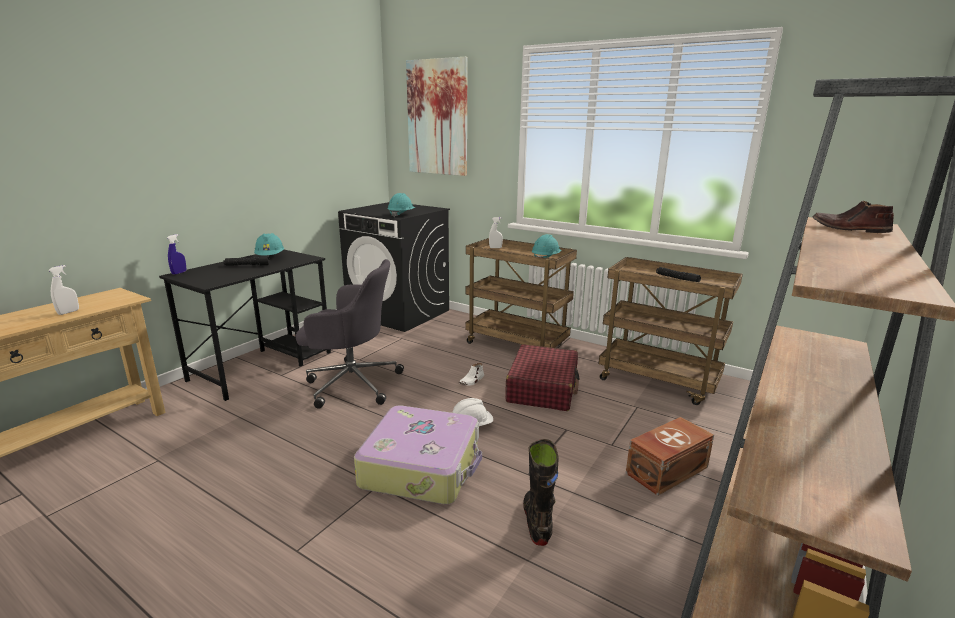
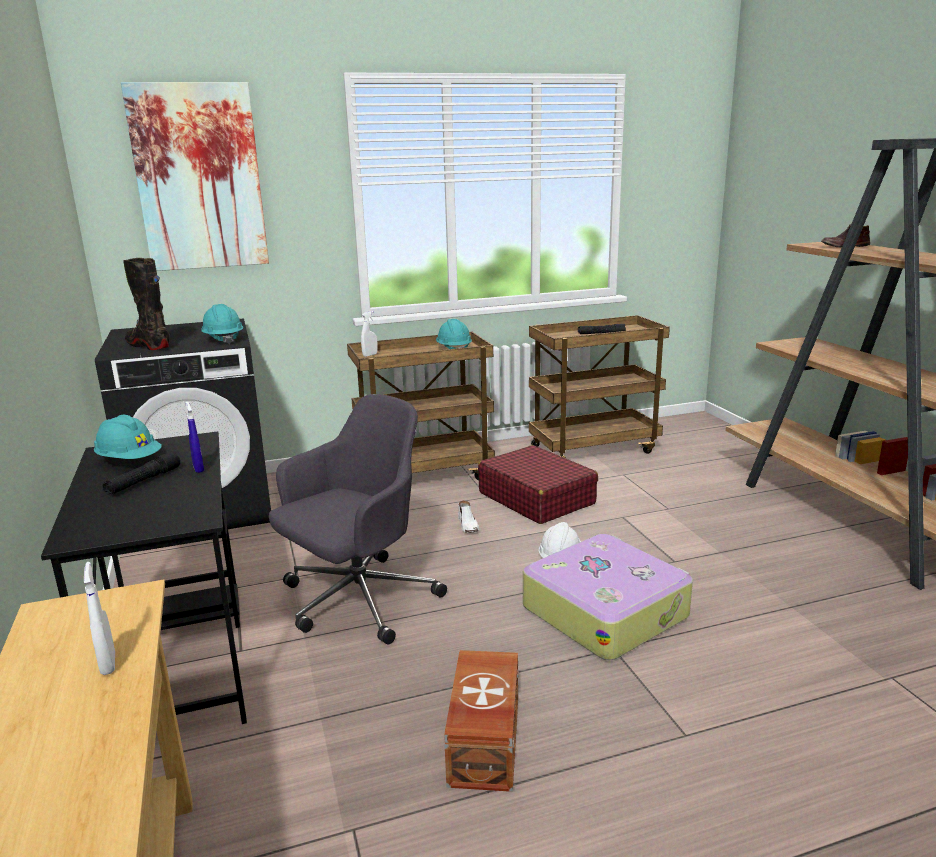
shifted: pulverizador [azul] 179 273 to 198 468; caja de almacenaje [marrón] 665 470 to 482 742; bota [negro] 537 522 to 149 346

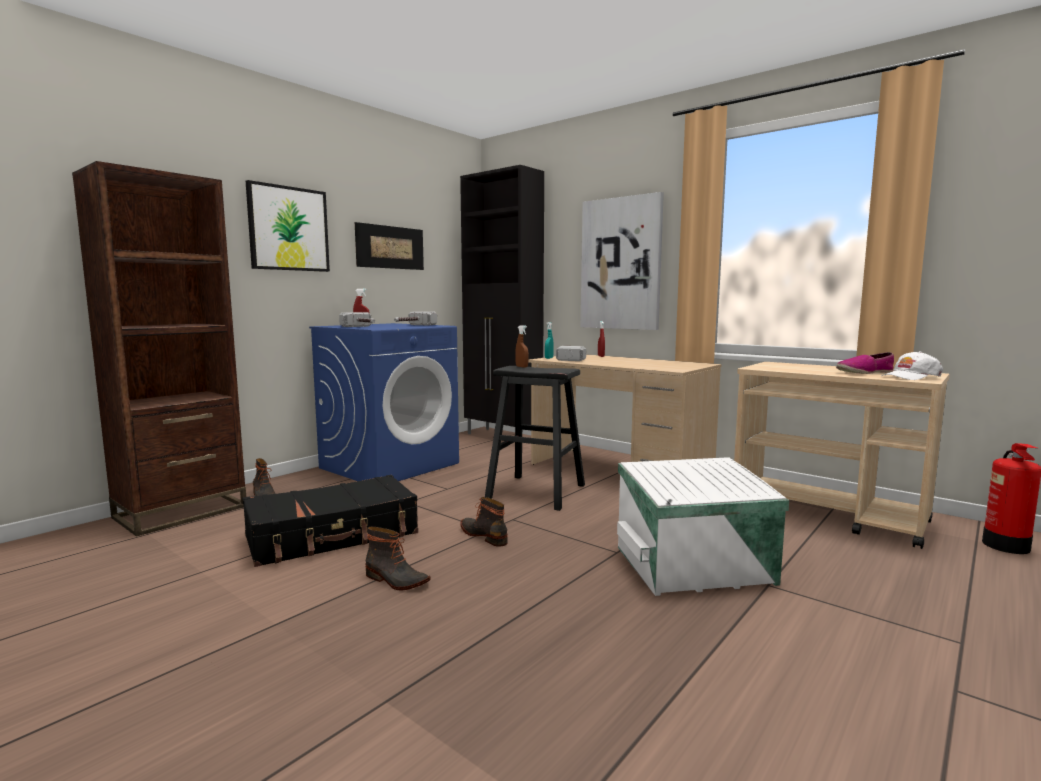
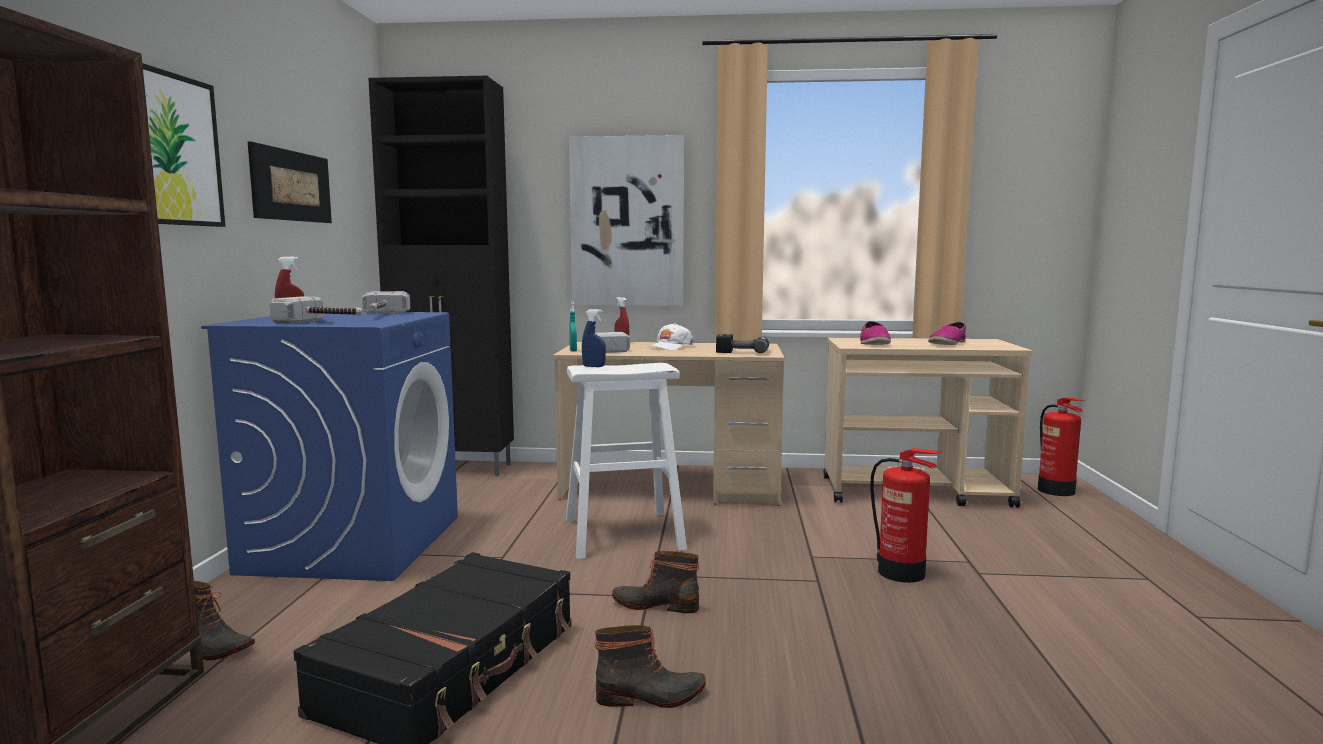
new: zapato 873 343; taladro 743 351
shifted: gorra [blanco] 910 377 to 670 347
swapped: caja de almacenaje [blanco] 695 566 to extintor 902 573
repainted: pulverizador [marrón] 521 367 to pulverizador [azul] 593 366; taburete [negro] 536 492 to taburete [blanco] 622 534

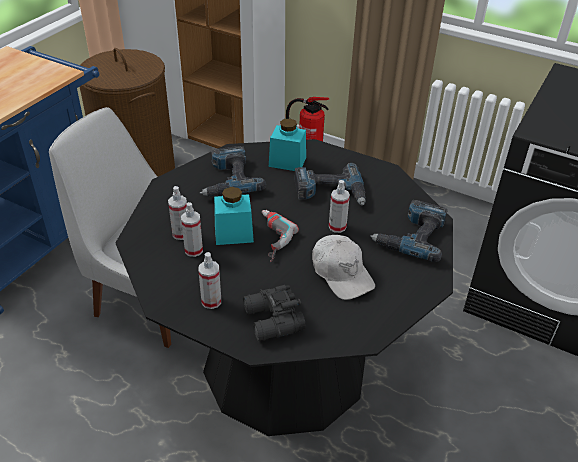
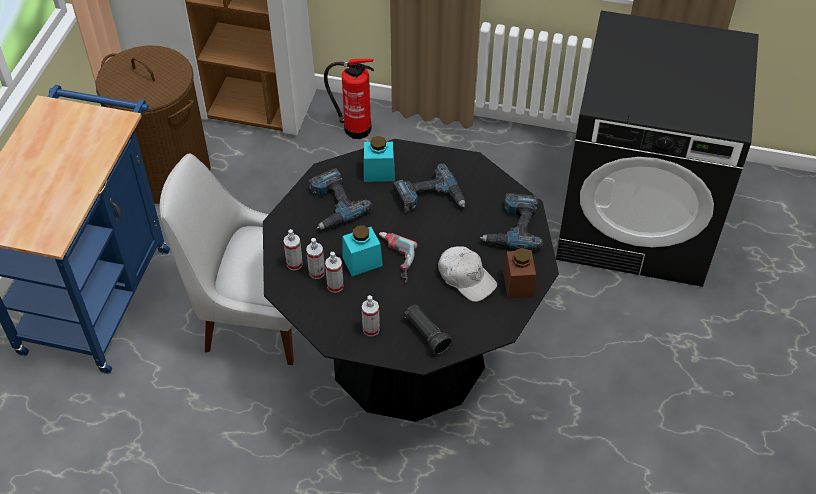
new: tarro [marrón] 518 284
shifted: pulverizador 337 227 to 294 264
swapped: prismáticos [negro] 272 321 to linterna [negro] 426 334

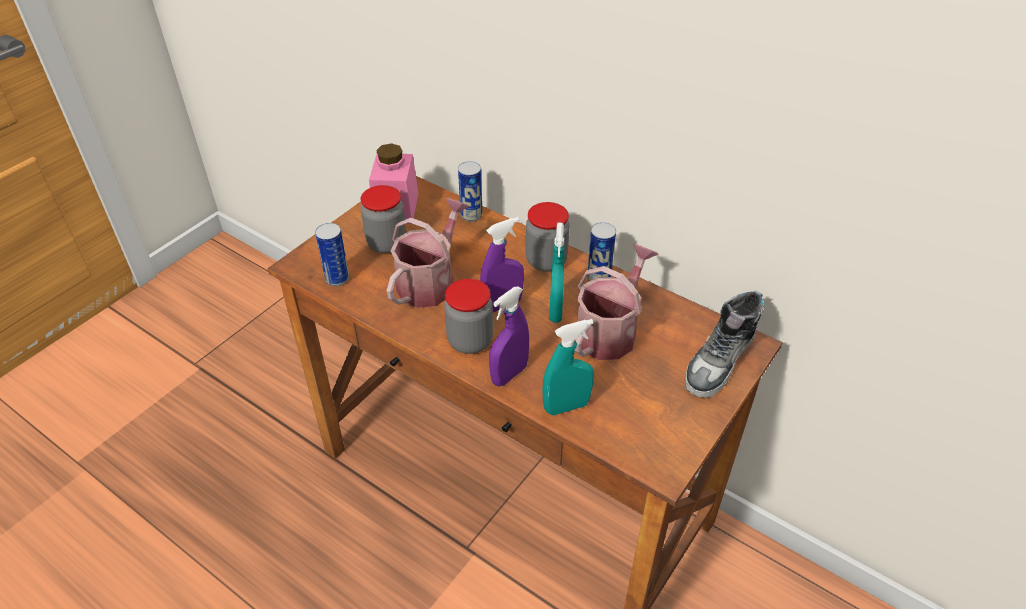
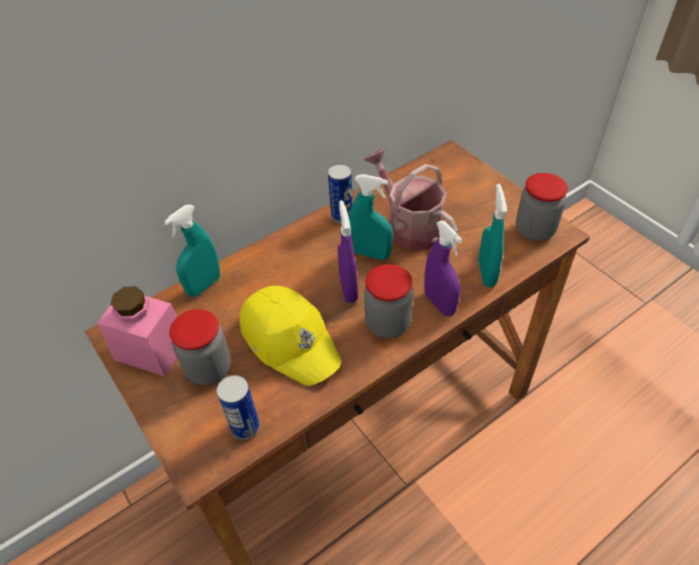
gone: zapato 720 361
shifted: tarro 546 261 to 534 230
swapped: lata 471 215 to pulverizador [turquesa] 204 285; regadera 430 281 to gorra [amarillo] 290 340

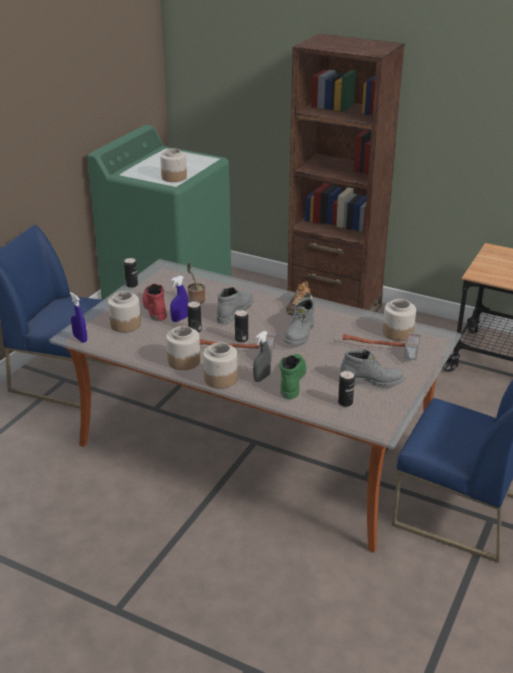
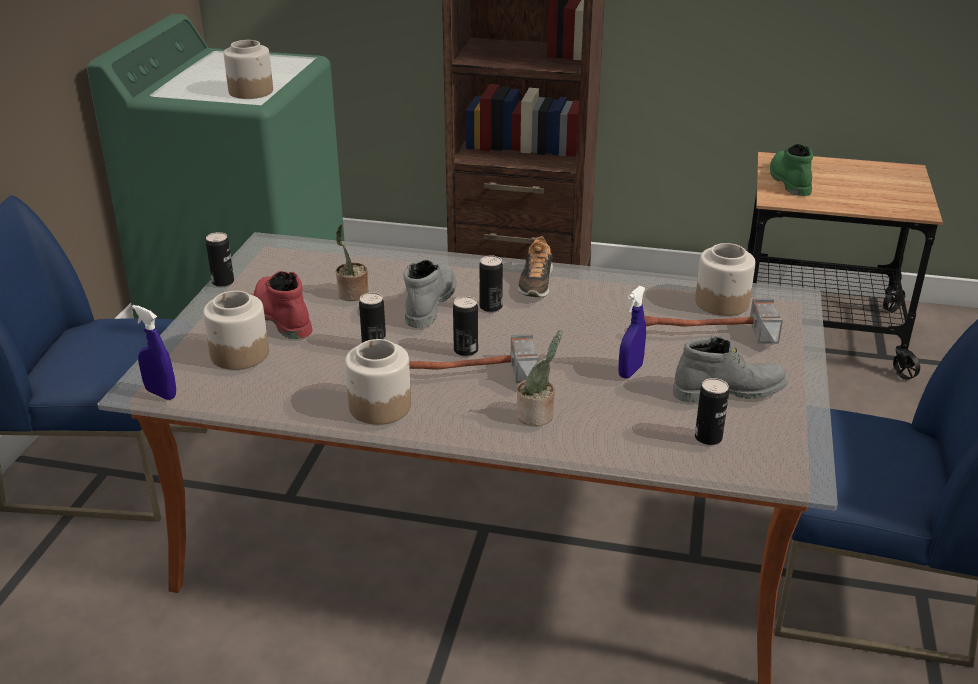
gone: bota [gris] 300 334; tarro 220 379
new: lata 490 307
shifted: pulverizador [azul] 180 319 to 630 371; bota [verde] 291 380 to 788 180
swapped: pulverizador [gris] 261 378 to planta en maceta 537 416

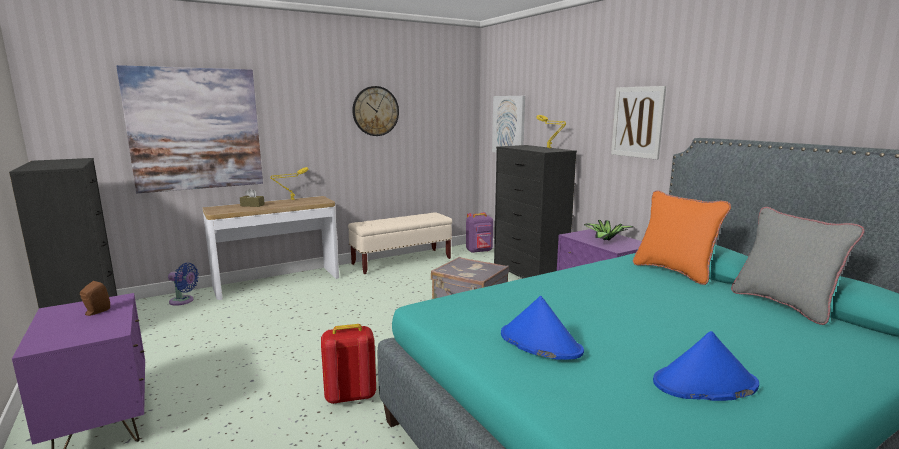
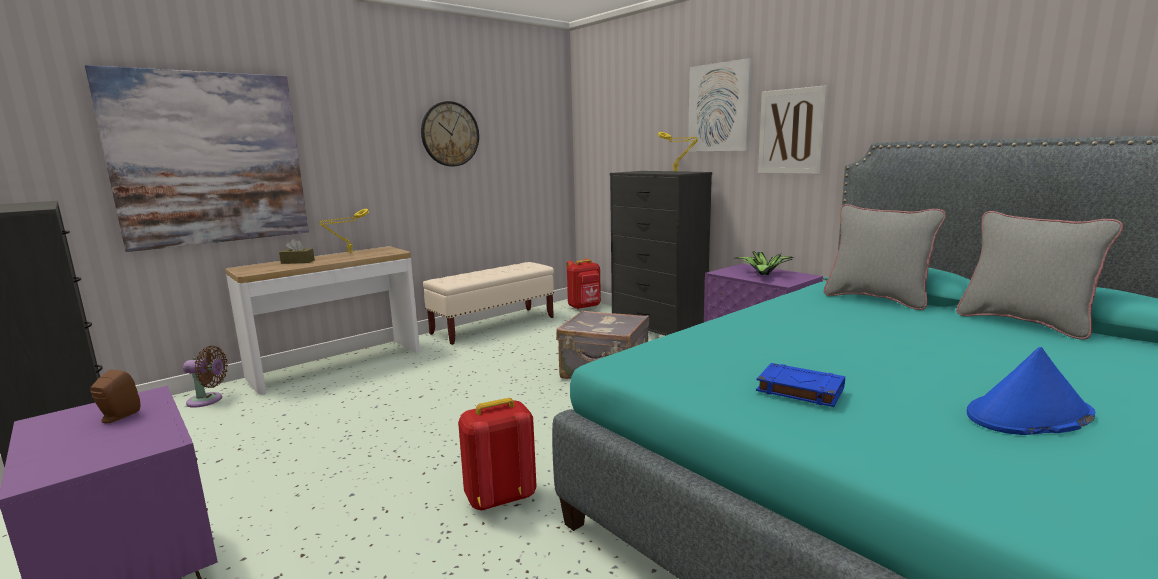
shifted: cuadro 509 125 to 719 107
swapped: sombrero [azul] 539 343 to libro [azul] 799 389
repainted: cojín [naranja] 674 271 to cojín [gris] 876 299; mochila [morado] 479 251 to mochila [rojo] 584 307; ventilador [azul] 183 301 to ventilador [marrón] 208 400

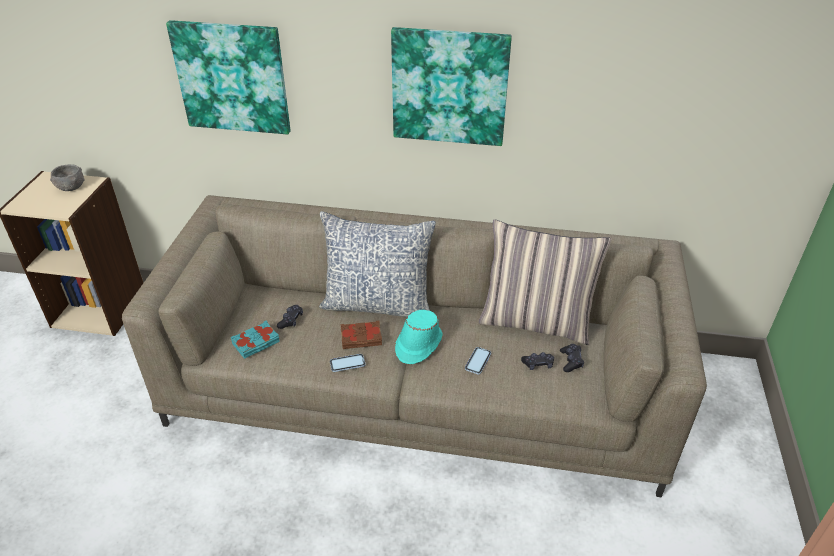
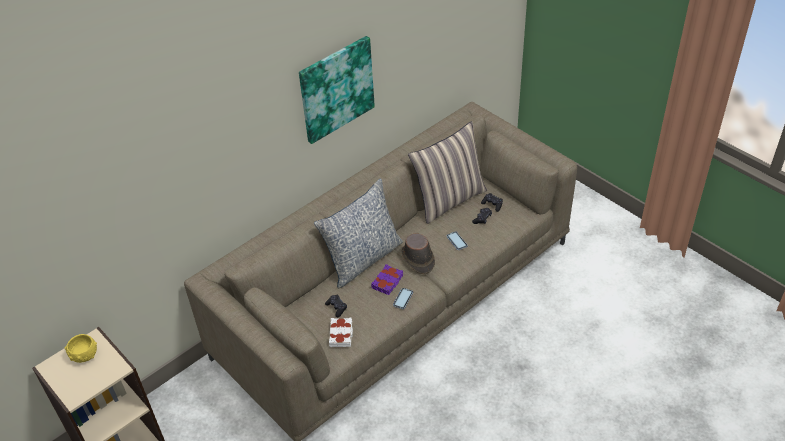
gone: cuadro 232 77
repainted: cuenco [gris] 70 187 to cuenco [amarillo] 84 355; sombrero [turquesa] 418 344 to sombrero [marrón] 418 259; libro [turquesa] 256 343 to libro [blanco] 341 334; libro [marrón] 361 338 to libro [morado] 388 282

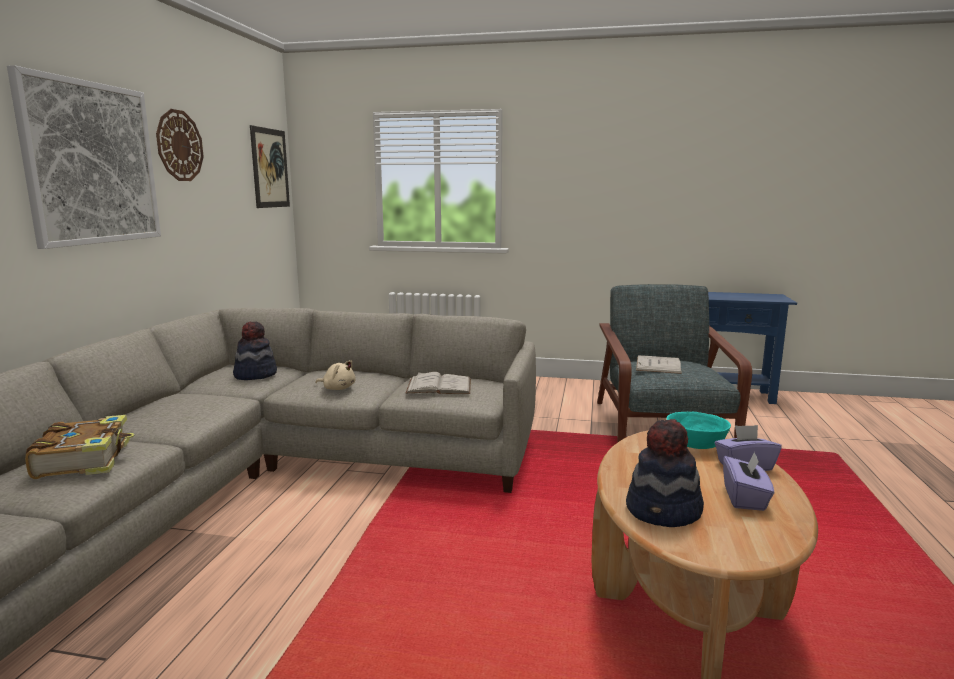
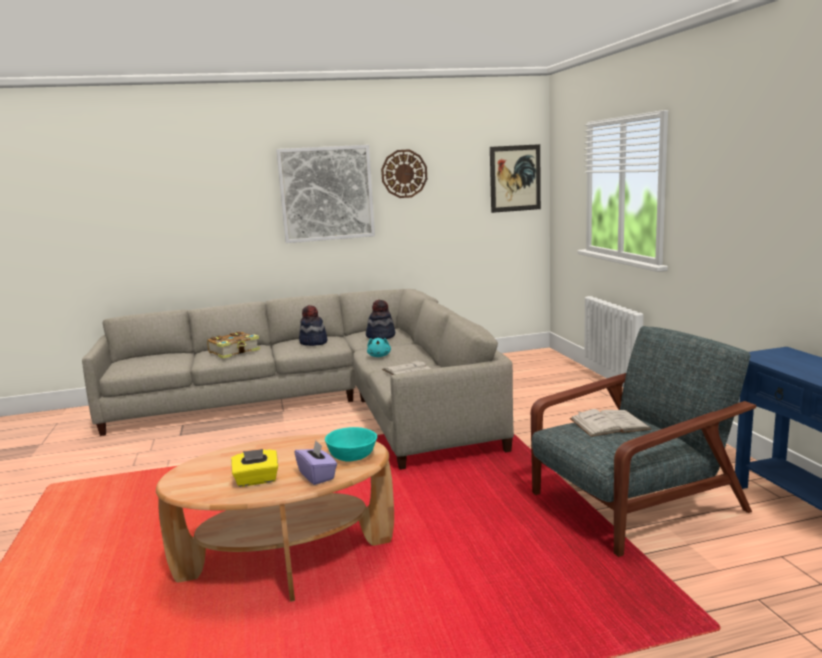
shifted: sombrero 664 511 to 313 342
repainted: peluche [beis] 338 388 to peluche [turquesa] 379 356; caja de pañuelos [morado] 745 498 to caja de pañuelos [amarillo] 256 480

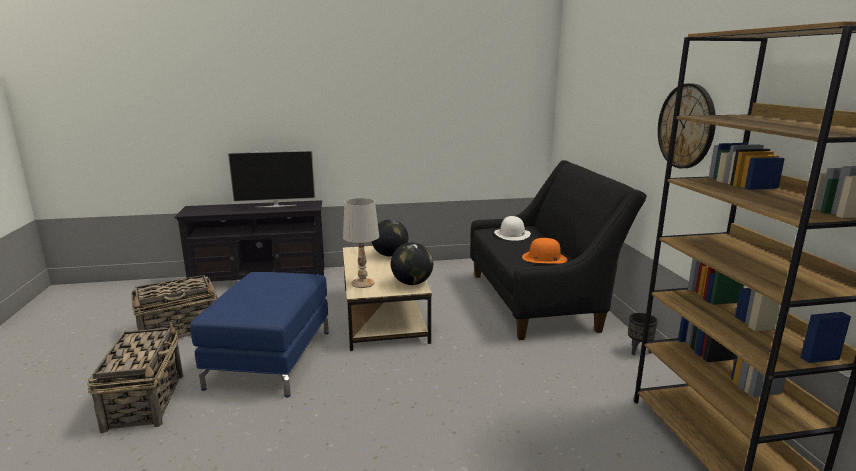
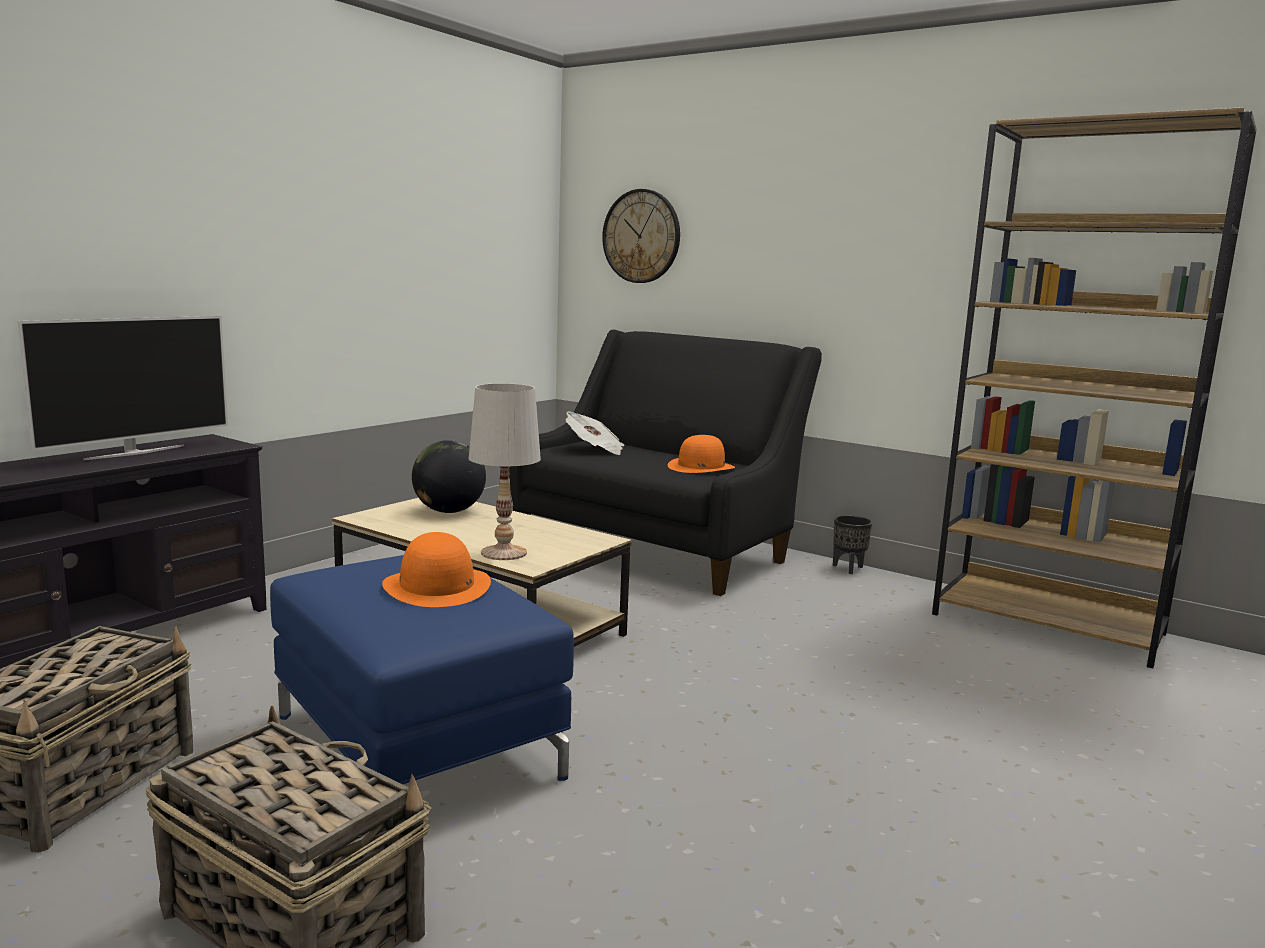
gone: globo terráqueo 412 283
new: sombrero [naranja] 437 586
shifted: reloj de pared 686 126 to 641 236
swapped: sombrero [blanco] 512 234 to periódico 595 450

